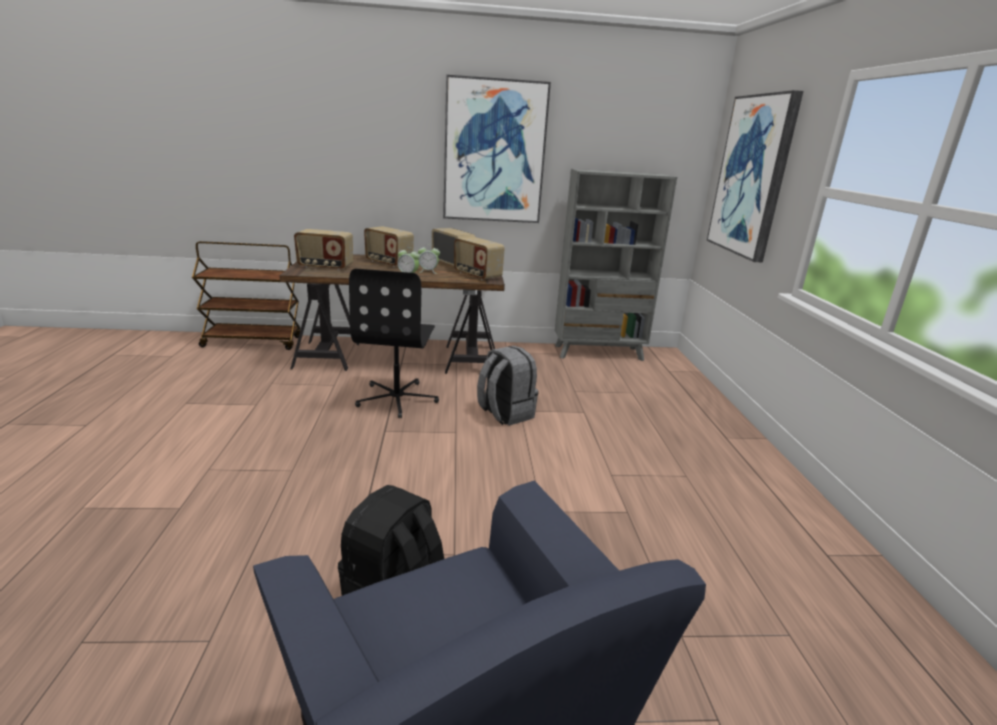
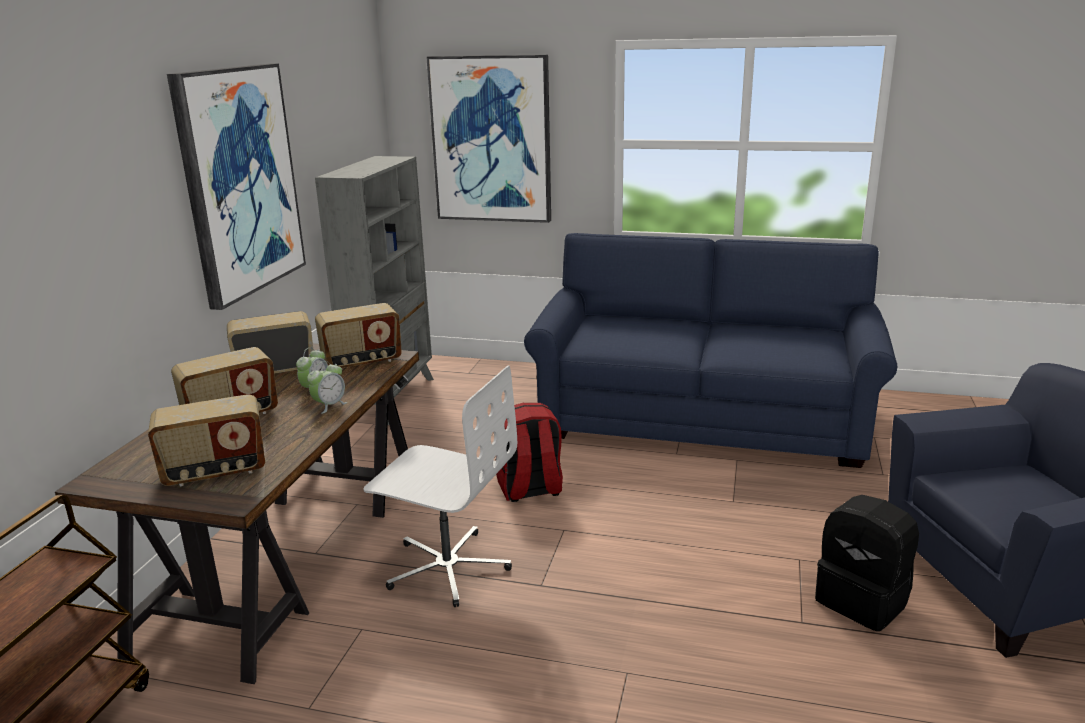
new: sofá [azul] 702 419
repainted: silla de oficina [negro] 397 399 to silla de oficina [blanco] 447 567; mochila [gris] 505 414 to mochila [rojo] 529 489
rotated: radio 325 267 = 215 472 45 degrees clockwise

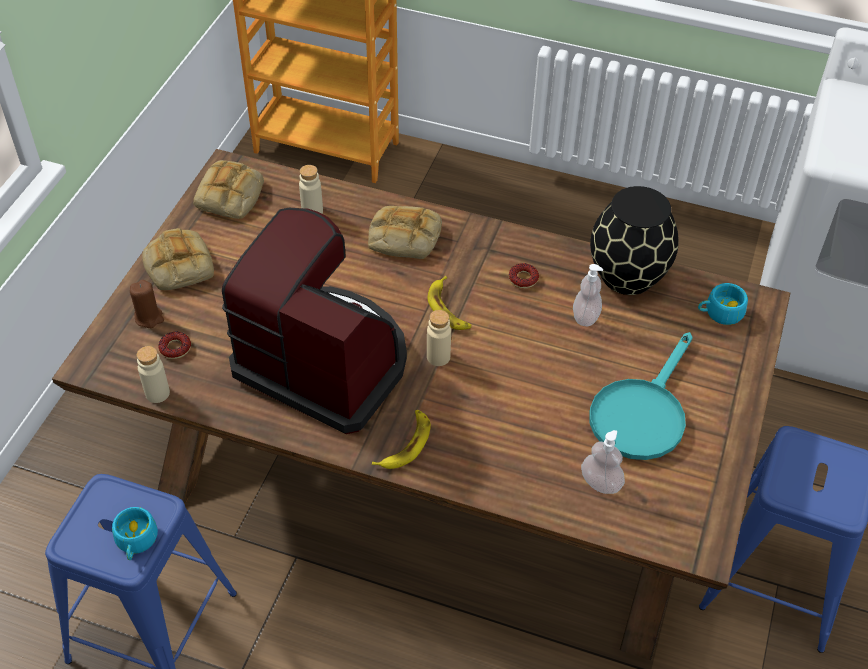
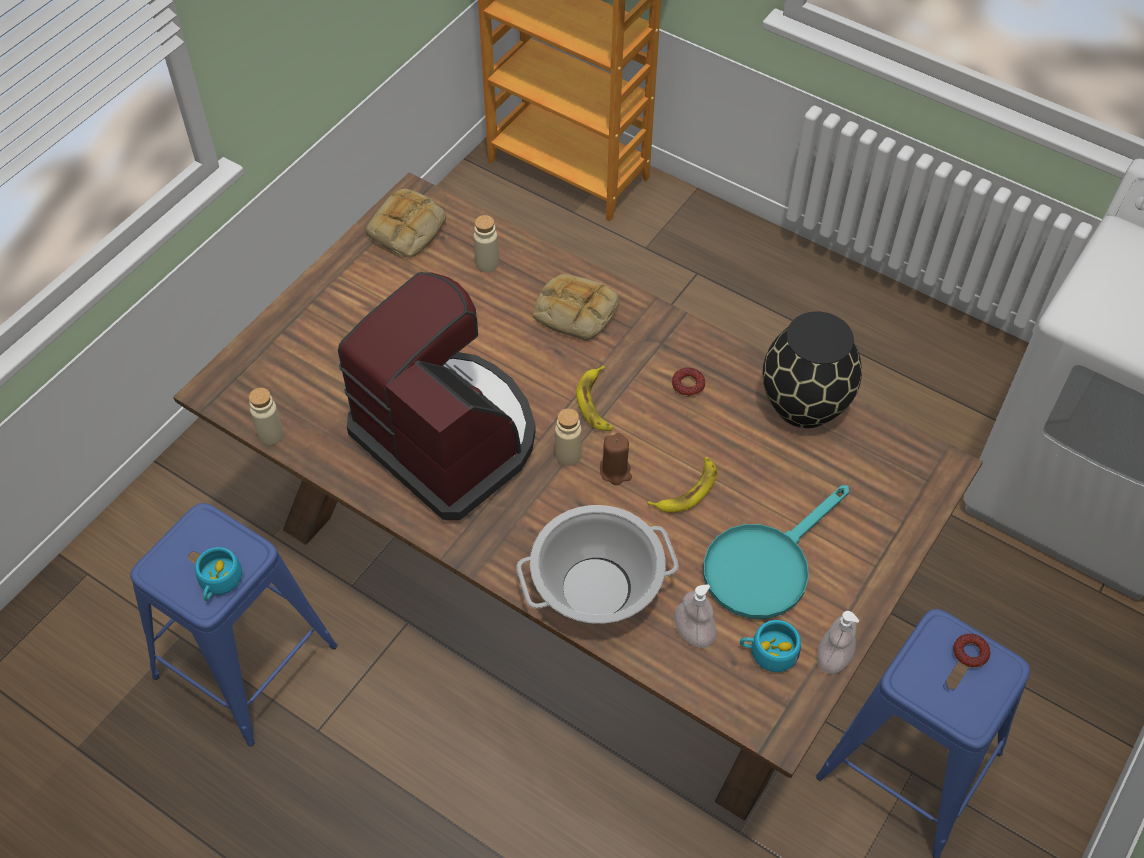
gone: pan 177 265
new: olla 597 588
shifted: dispensador de jabón 585 317 to 833 657; vela [marrón] 149 317 to 615 471; taza [turquesa] 719 312 to 768 652; rosquilla 175 348 to 970 653; plátano 405 444 to 687 489

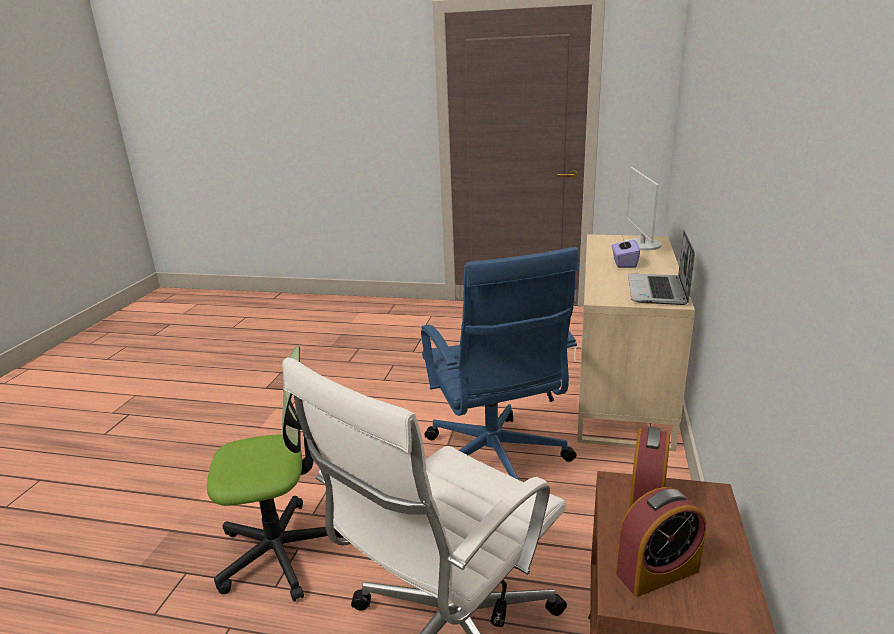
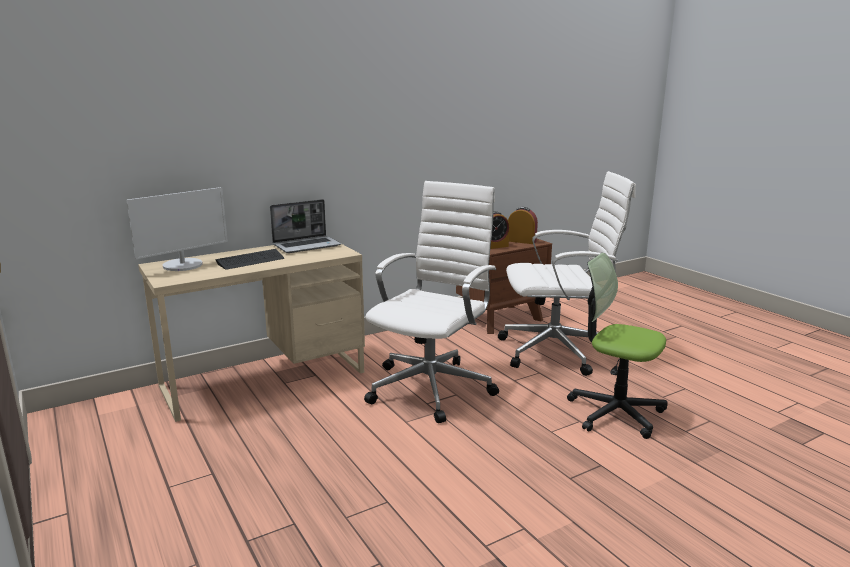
swapped: caja de pañuelos [morado] 624 263 to teclado 250 261
repainted: silla de oficina [azul] 494 466 to silla de oficina [blanco] 433 387

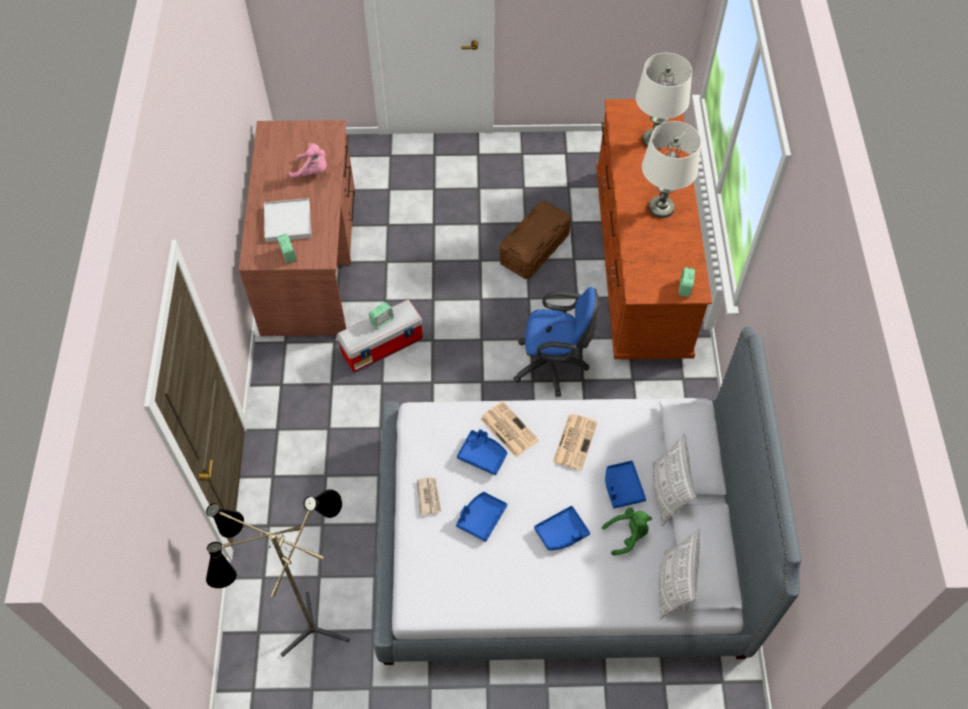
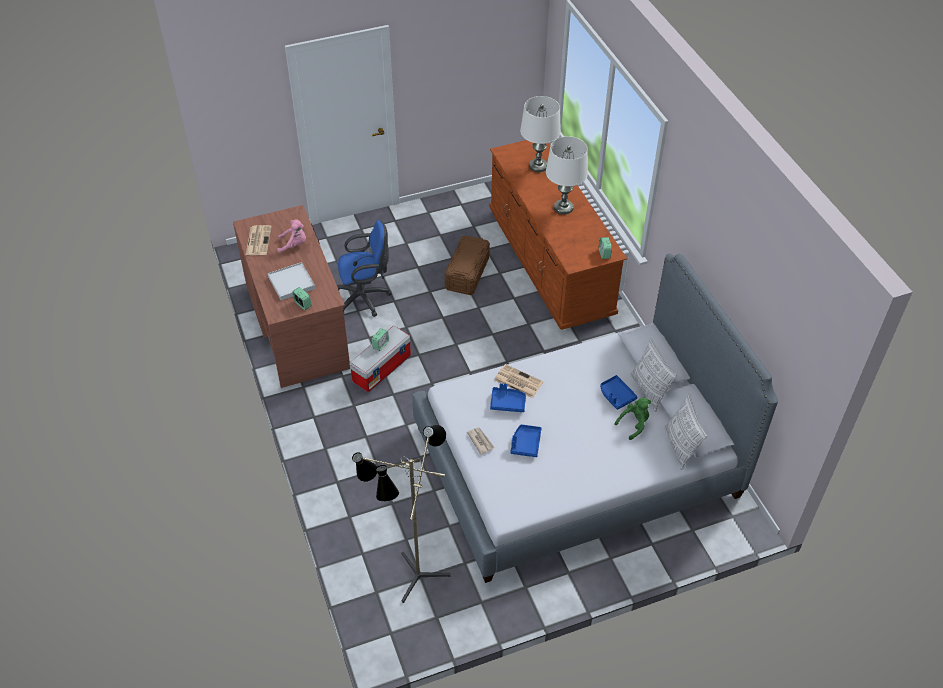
gone: bandeja [azul] 562 532
shifted: silla de oficina [azul] 553 365 to 365 298; periódico 575 441 to 258 240

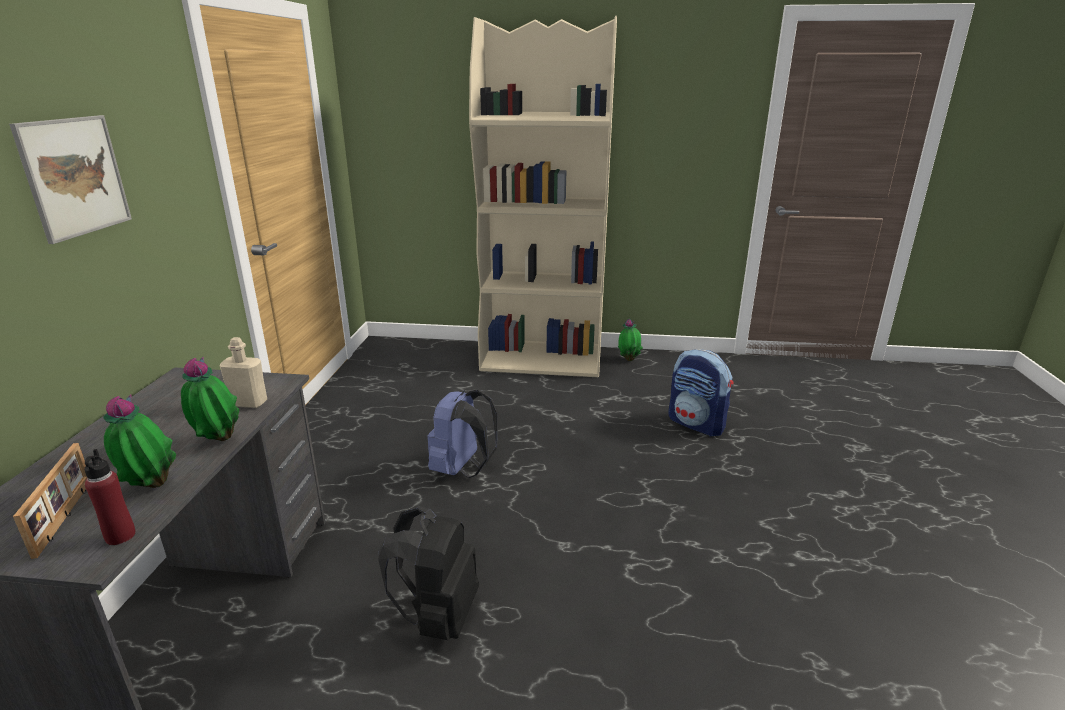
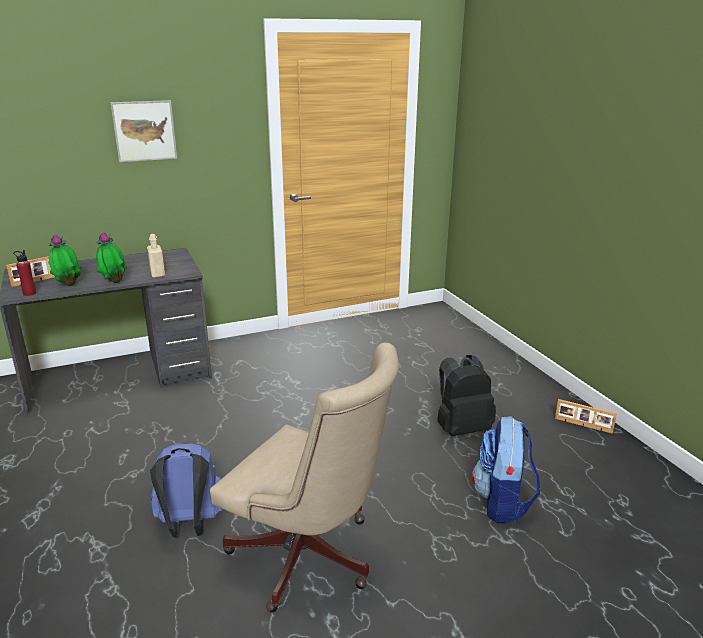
gone: estantería [beis] 543 359
new: silla de oficina [beis] 310 559
shifted: mochila [azul] 462 469 to 189 524; mochila [negro] 438 615 to 461 428
swapped: planta en maceta 629 359 to portarretratos 583 425

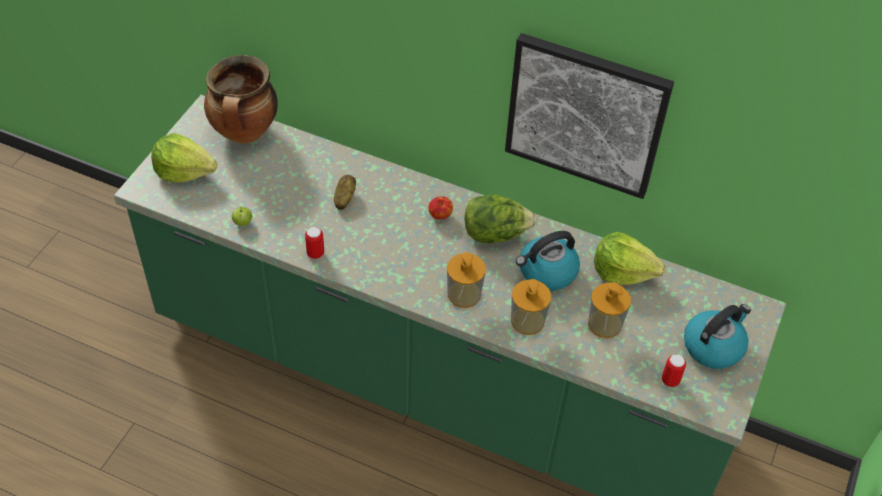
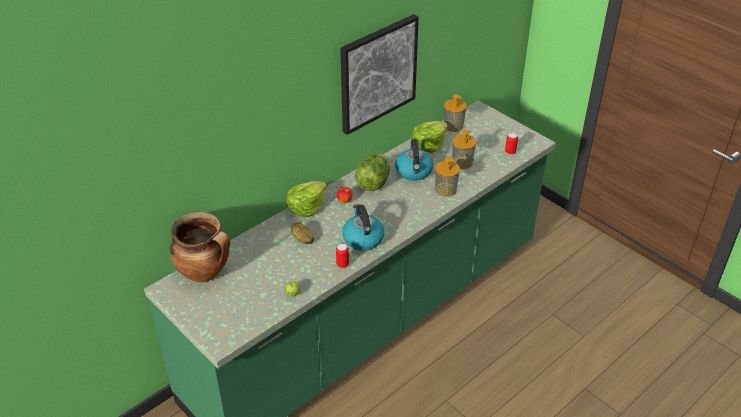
shifted: lechuga 184 171 to 306 207; dispensador de jabón 464 294 to 453 126; hervidor 713 346 to 362 238

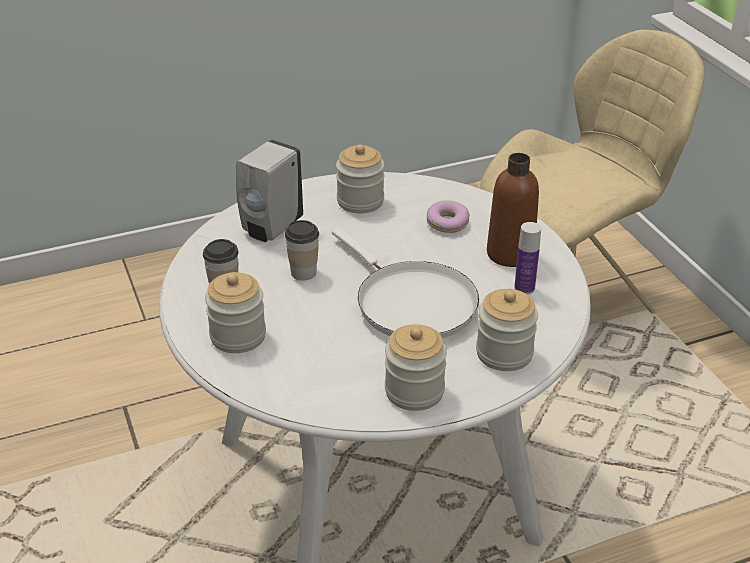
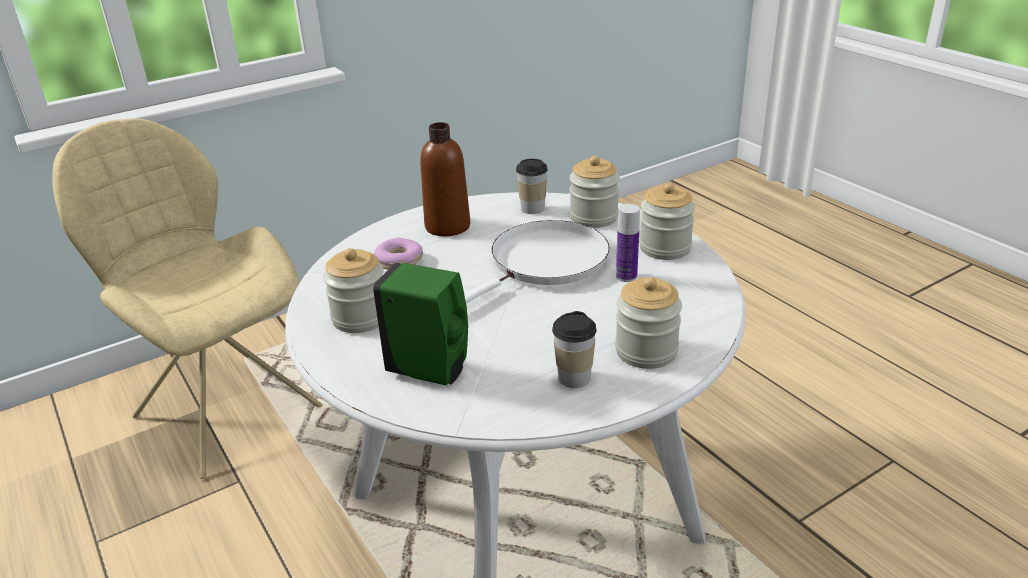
shifted: taza 303 272 to 532 209; botella 524 288 to 626 276
repainted: dispensador de jabón [blanco] 271 228 to dispensador de jabón [verde] 431 371

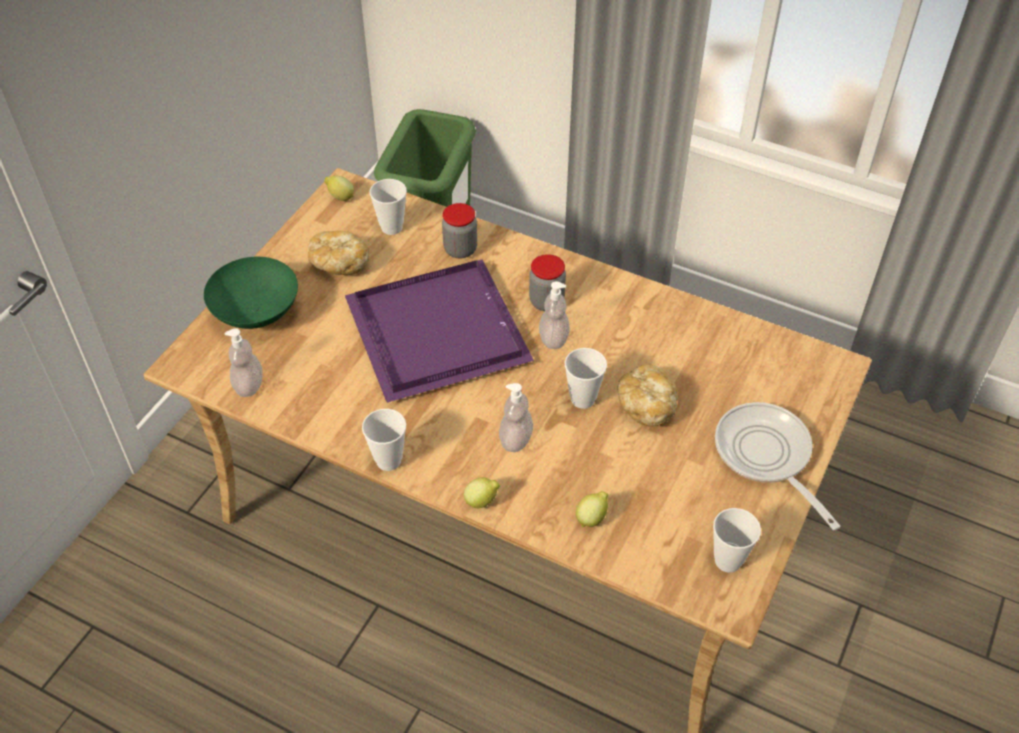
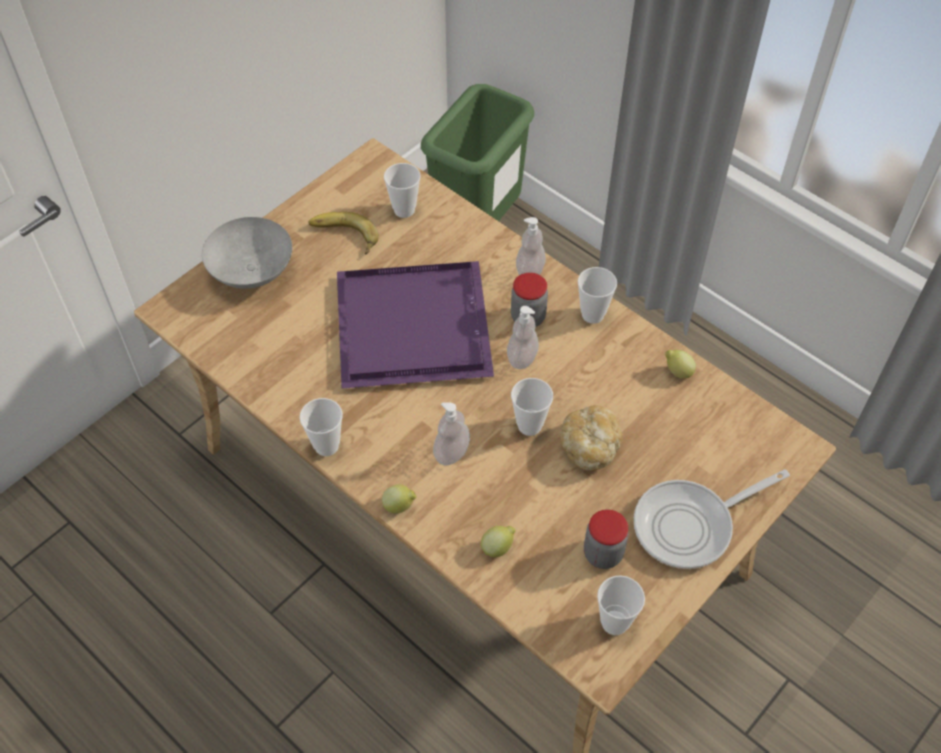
new: taza 592 314
shifted: limón 340 197 to 677 372; tarro 460 249 to 603 553; dispensador de jabón 249 385 to 530 270
swapped: pan 339 263 to plátano 343 237
repainted: cuenco [verde] 256 314 to cuenco [gris] 251 273
rotated: sartén 766 456 = 690 526 105 degrees counterclockwise

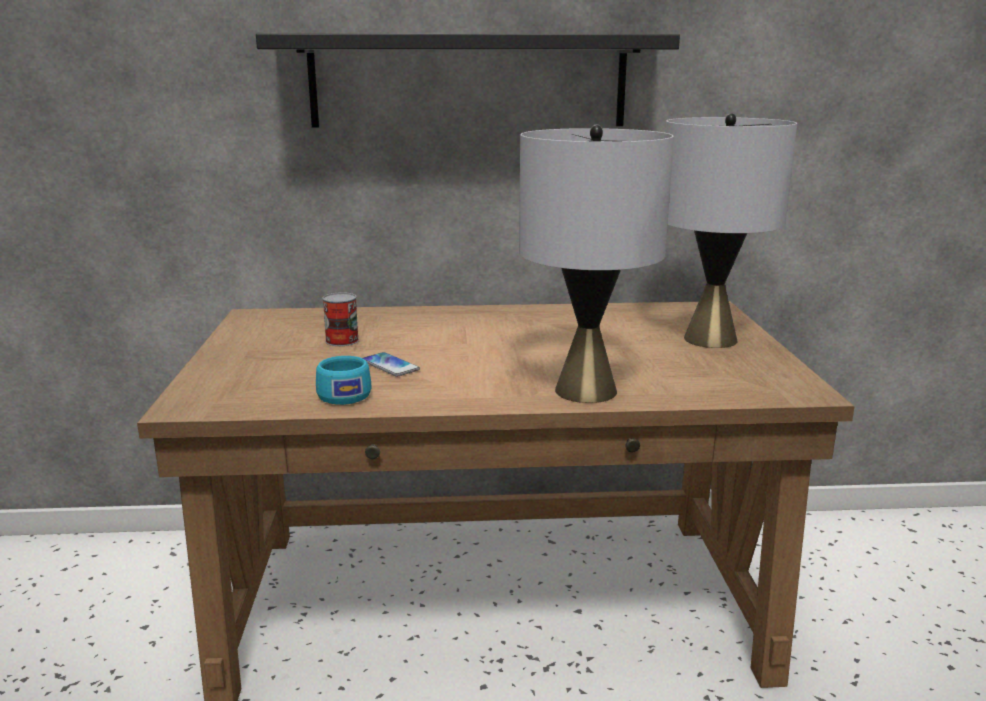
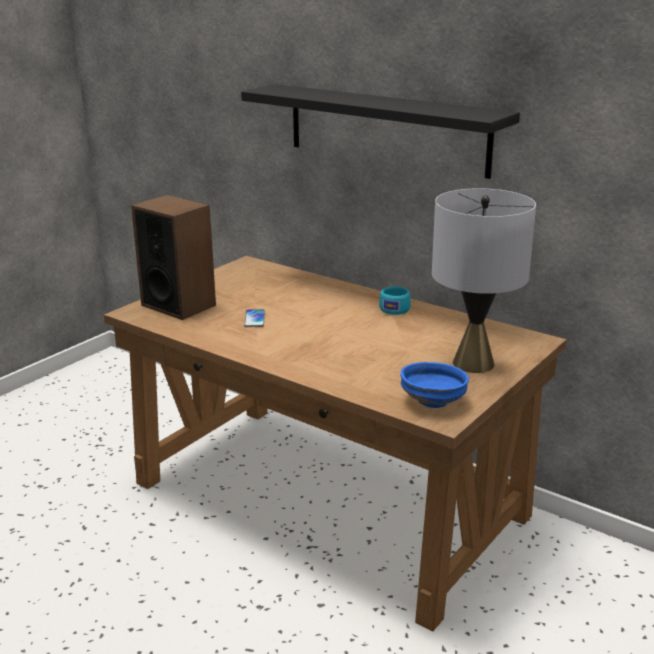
gone: lámpara de mesa [gris] 585 391; lata 342 341
new: altavoz 178 305; cuenco [azul] 433 401
shifted: taza [turquesa] 343 394 to 395 308

